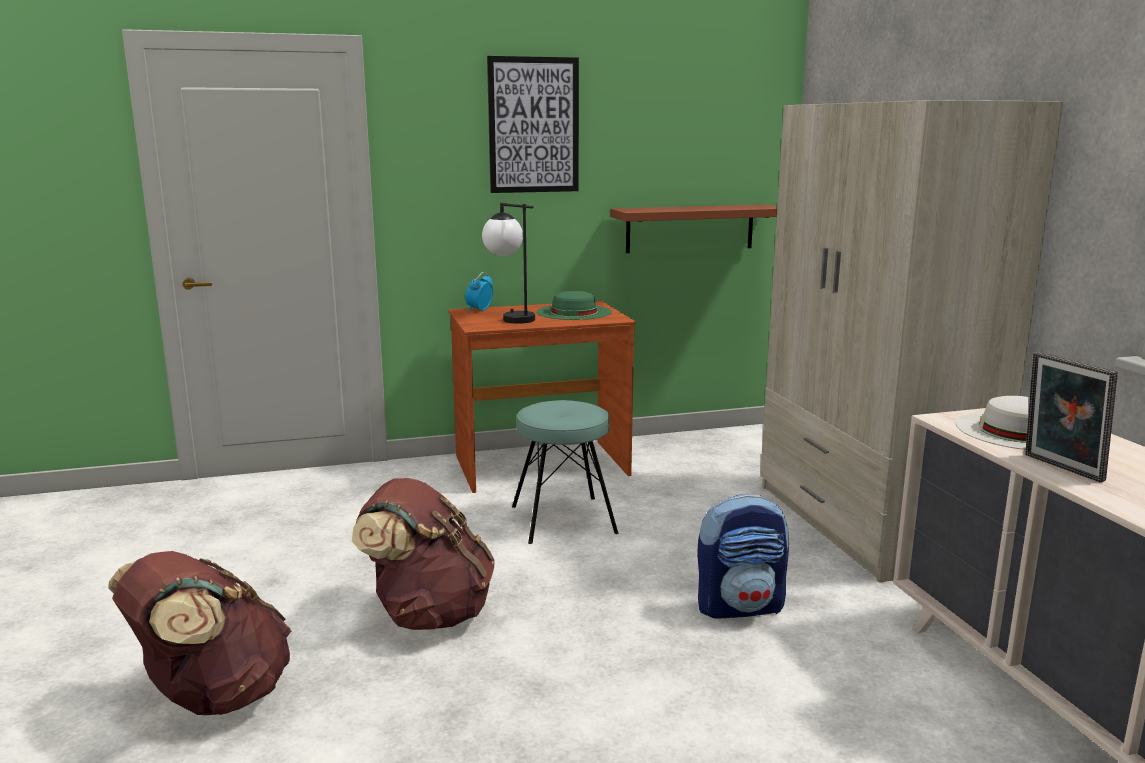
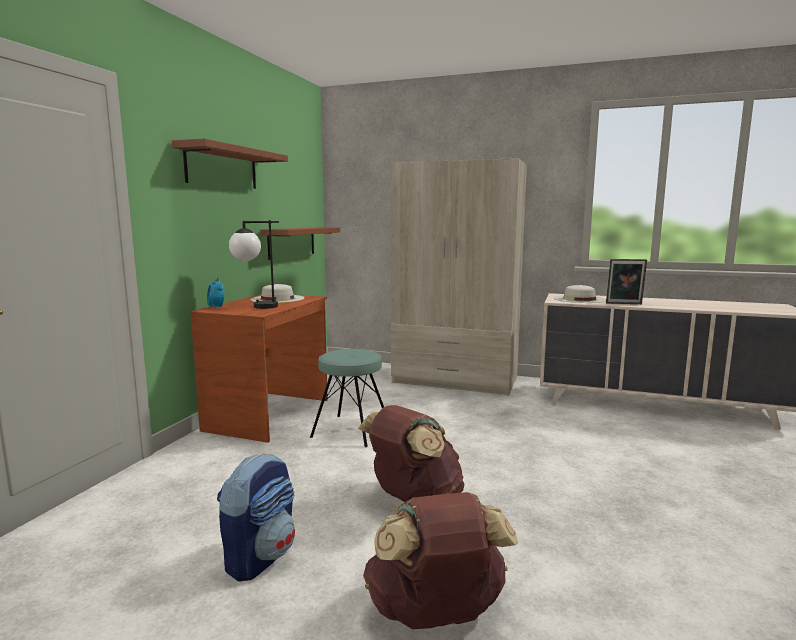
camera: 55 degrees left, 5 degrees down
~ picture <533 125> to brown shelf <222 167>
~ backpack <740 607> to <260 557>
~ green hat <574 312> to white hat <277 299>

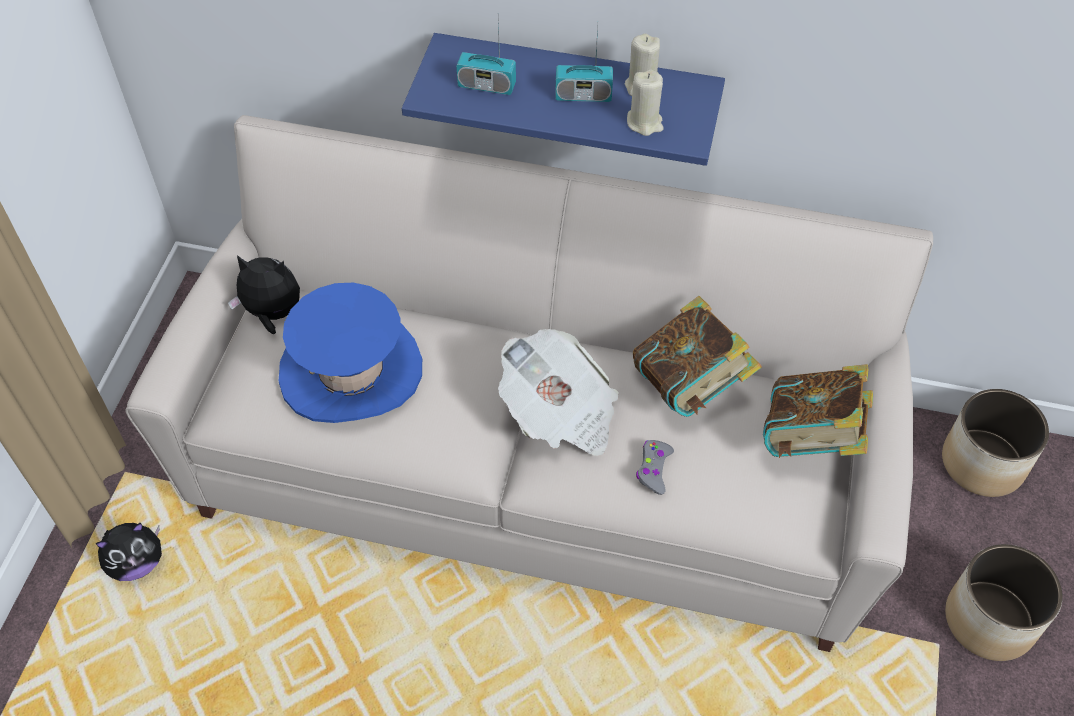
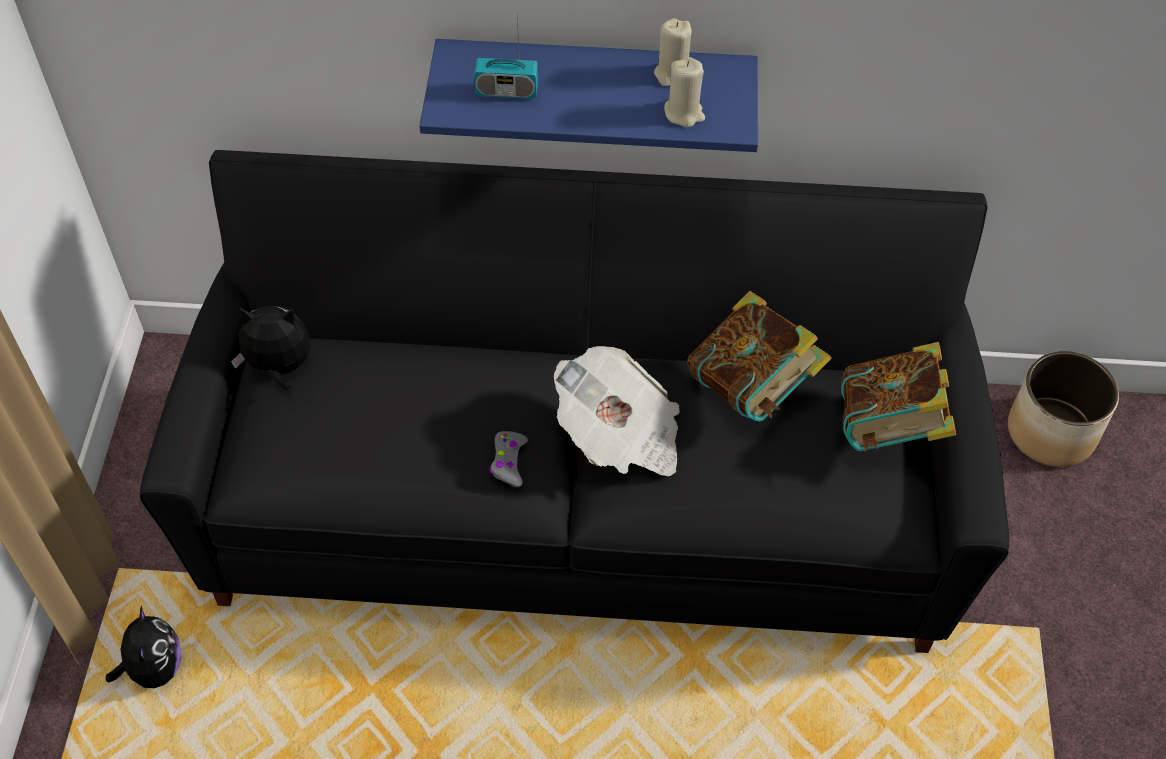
camera: 10 degrees left, 0 degrees up
~ plush toy <137 563> = <154 668> 60 degrees counterclockwise
~ beige sofa <537 464> to black sofa <581 497>
~ grey game controller <653 469> to <508 462>
- blue hat <350 370>
- radio <583 95>
- planter <988 620>

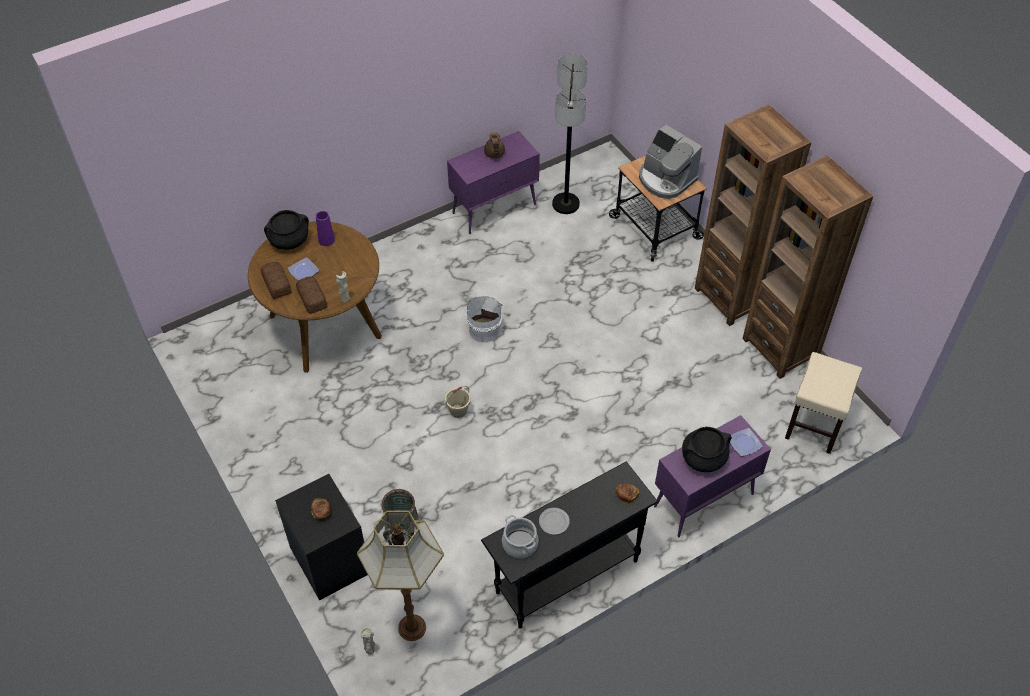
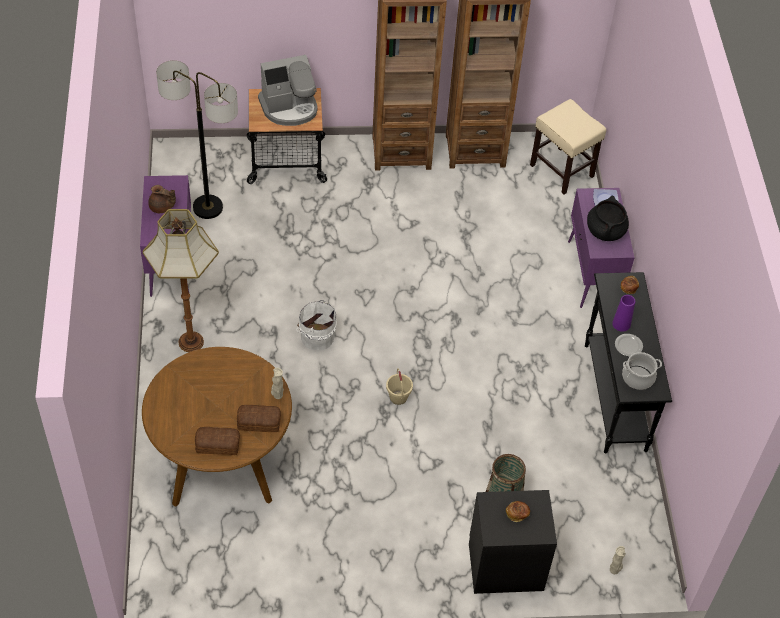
camera: 65 degrees left, 0 degrees up
~ floor lamp <412 629> to <192 342>
~ purple vase <326 240> to <621 324>
- black cooking pot <289 241>
- plate <303 271>

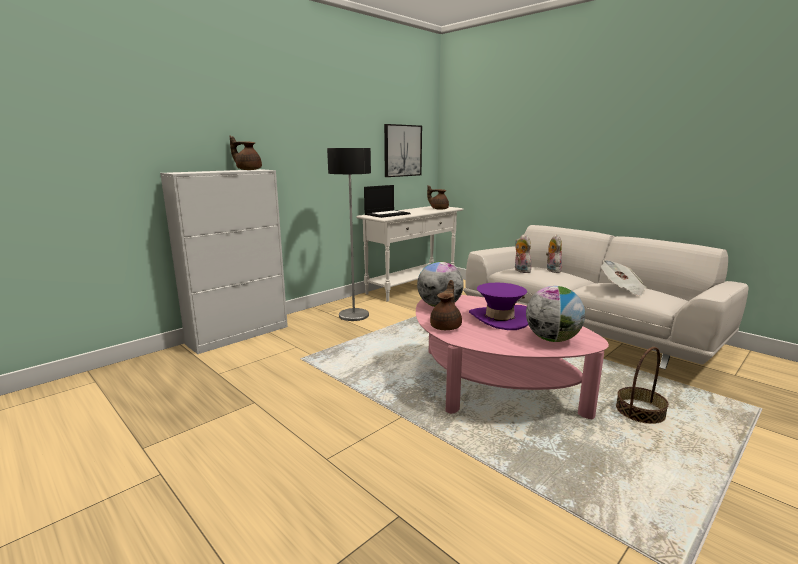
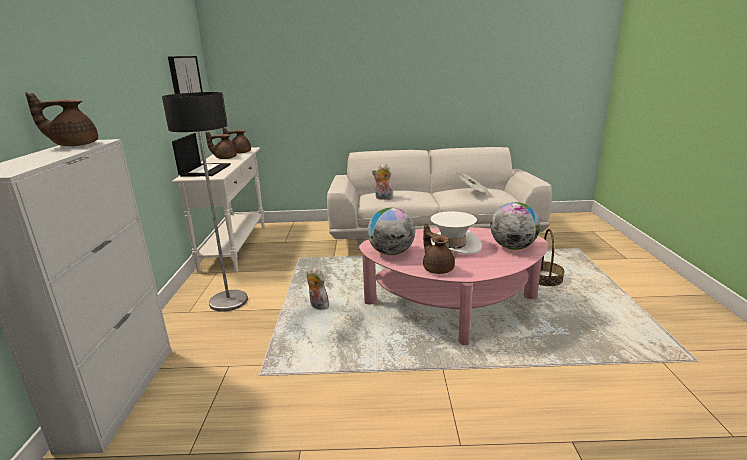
camera: 45 degrees left, 5 degrees up
+ brown teapot <225 158>
~ plush toy <552 270> to <317 306>
~ purple hat <499 318> to white hat <452 245>

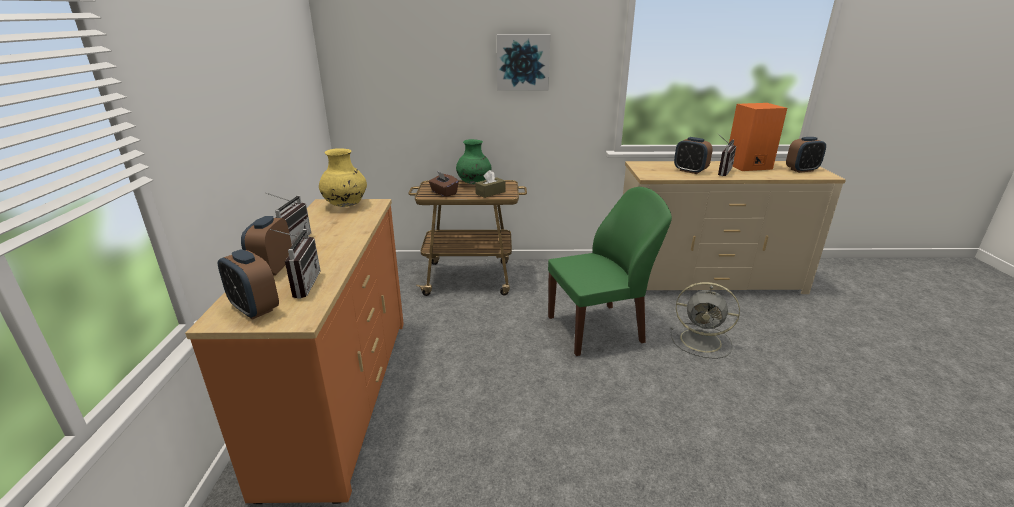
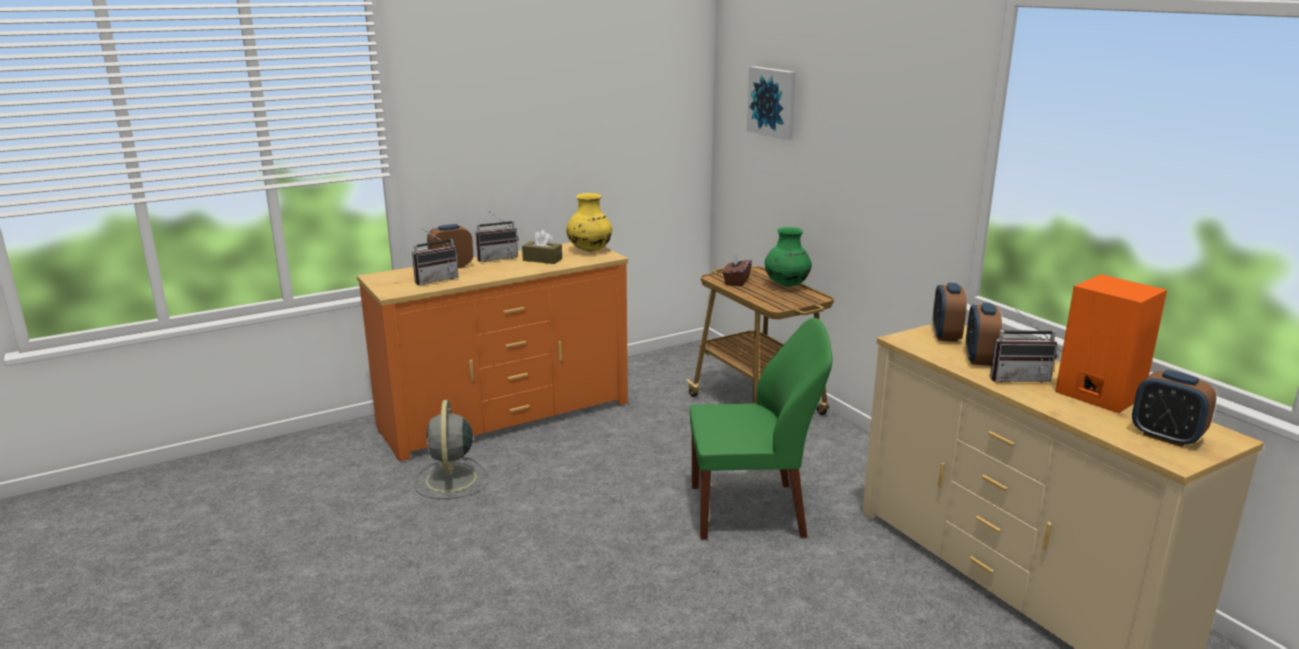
camera: 60 degrees right, 5 degrees down
~ grey fan <702 341> to <451 480>
~ brown tissue box <490 193> to <542 259>
~ green chair <597 329> = <751 511> 45 degrees counterclockwise
~ picture <523 62> to <773 102>
~ alarm clock <254 309> to <945 336>

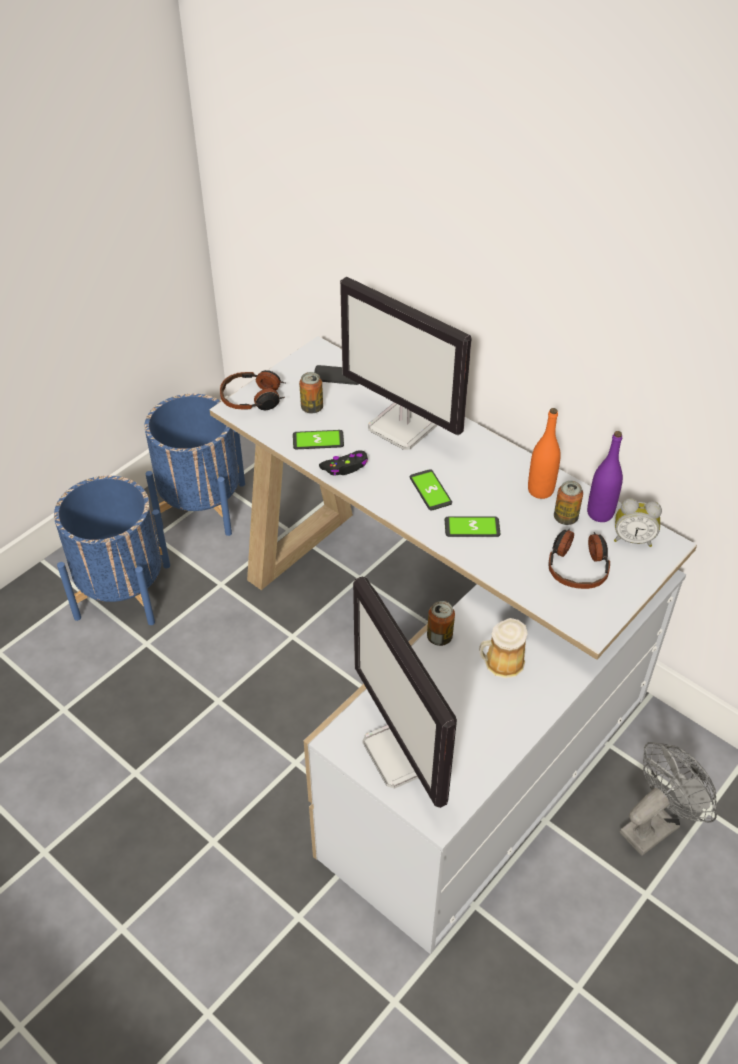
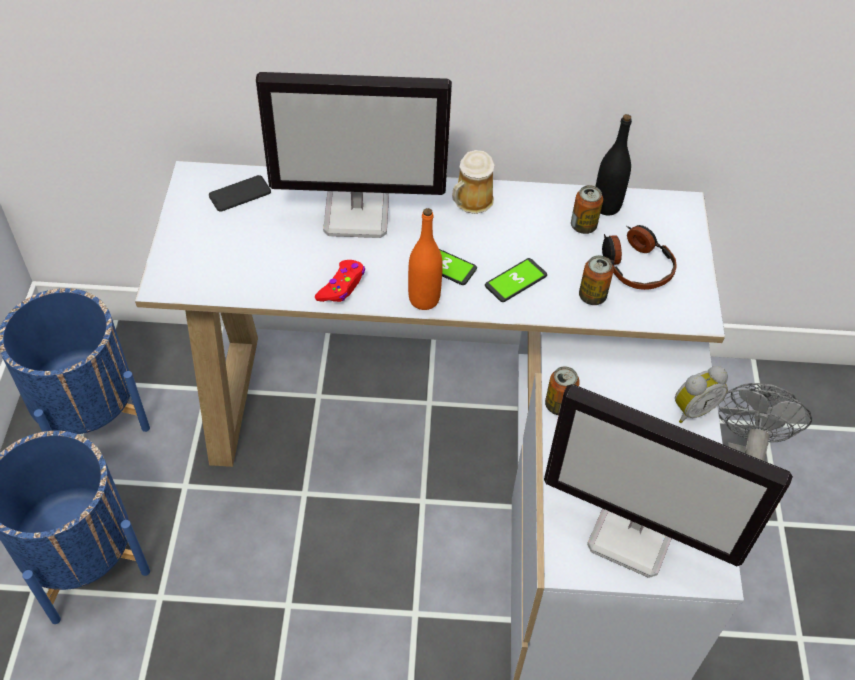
camera: 40 degrees left, 5 degrees up
~ black game controller <345 467> to red game controller <342 286>
~ orange bottle <540 490> to <424 299>
~ mug <501 662> to <471 201>
~ can <312 408> to <592 296>
~ purple bottle <600 513> to black bottle <606 206>
~ alarm clock <632 539> to <692 409>
- headphones <253 398>
- phone <318 440>

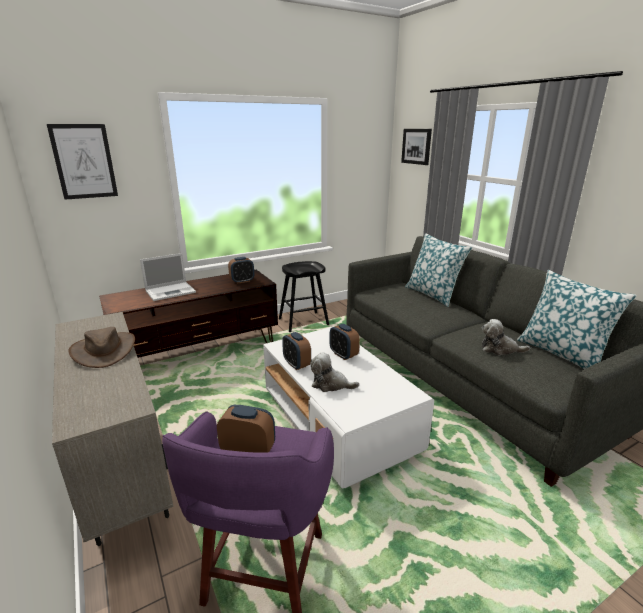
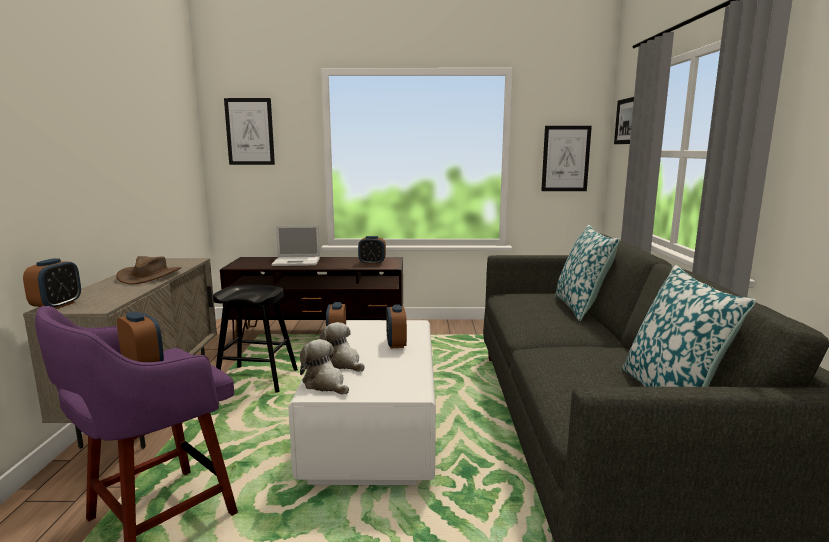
camera: 30 degrees right, 10 degrees down
+ alarm clock <57 306>
~ black stool <303 322> to <257 379>
~ plush toy <500 349> to <325 384>
+ picture <565 158>

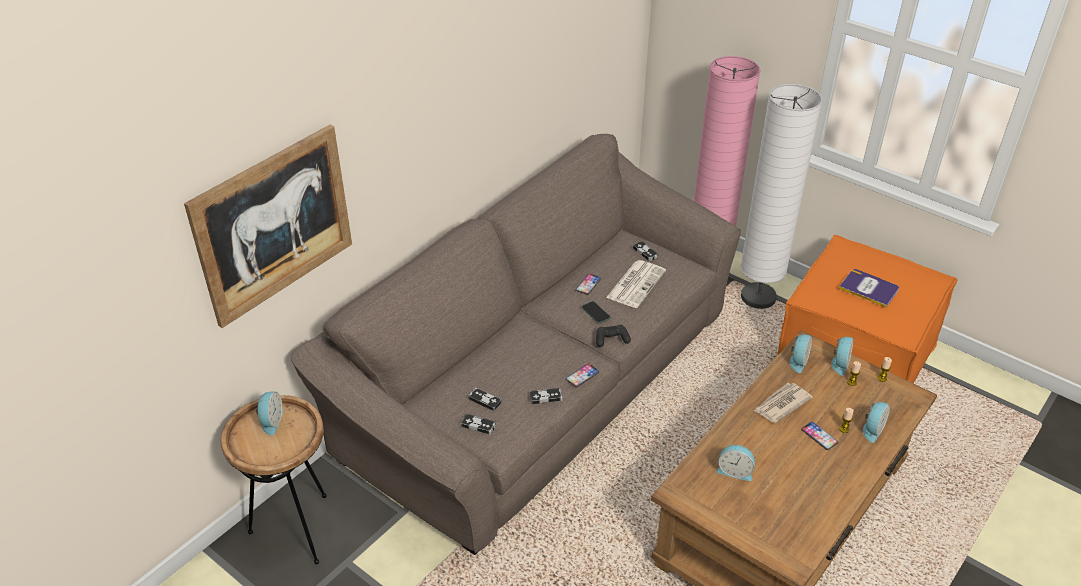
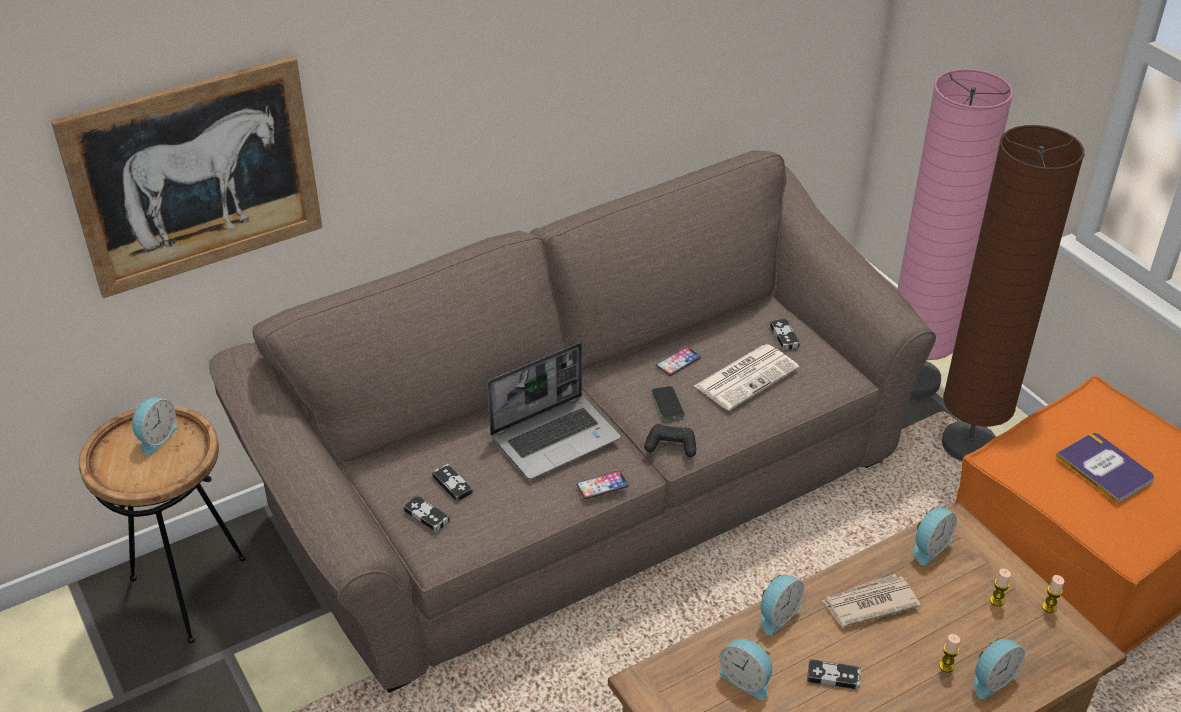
camera: 20 degrees right, 0 degrees up
+ laptop <556 437>
~ alarm clock <839 363> to <777 615>
~ game controller <546 397> to <833 676>
~ white floor lamp <758 298> to brown floor lamp <968 445>
- phone <819 436>

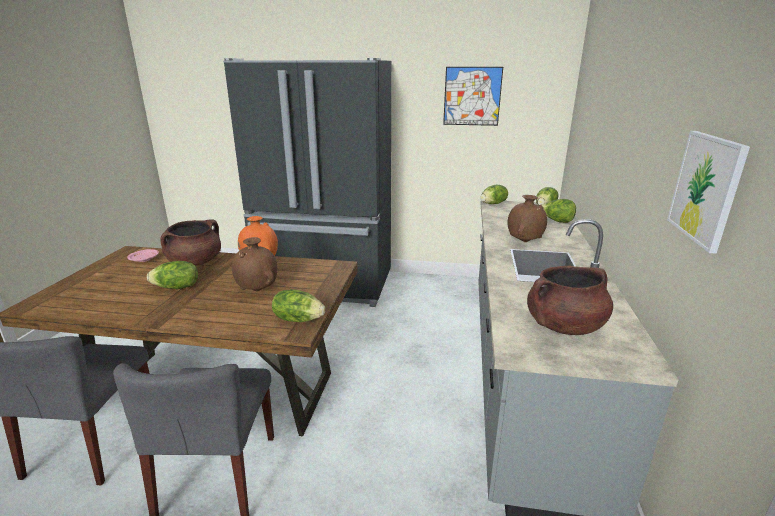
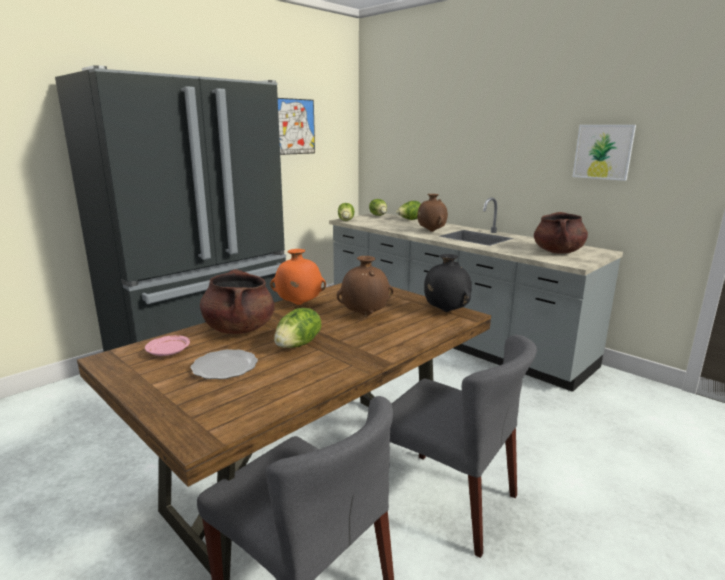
camera: 55 degrees left, 5 degrees down
+ plate <224 367>
~ lettuce <298 319> to black vase <445 311>

